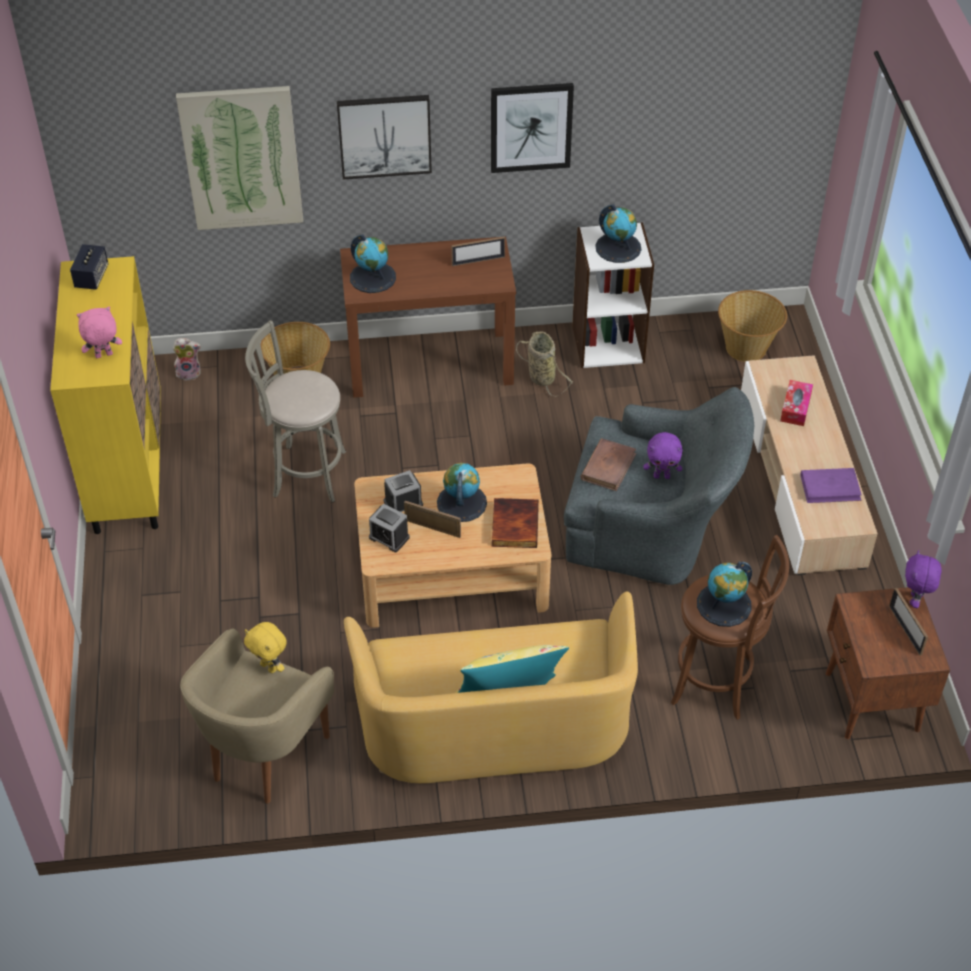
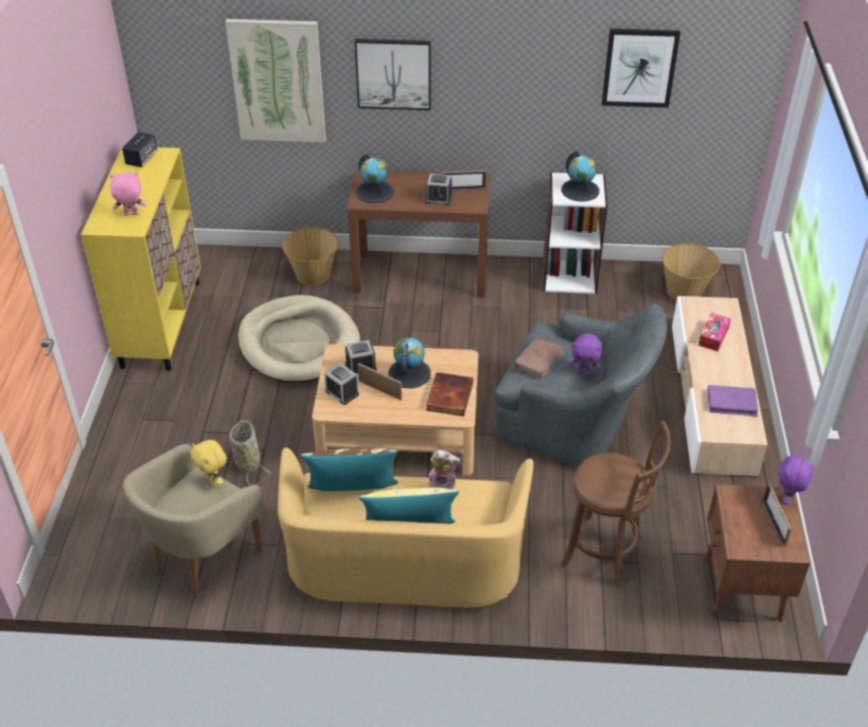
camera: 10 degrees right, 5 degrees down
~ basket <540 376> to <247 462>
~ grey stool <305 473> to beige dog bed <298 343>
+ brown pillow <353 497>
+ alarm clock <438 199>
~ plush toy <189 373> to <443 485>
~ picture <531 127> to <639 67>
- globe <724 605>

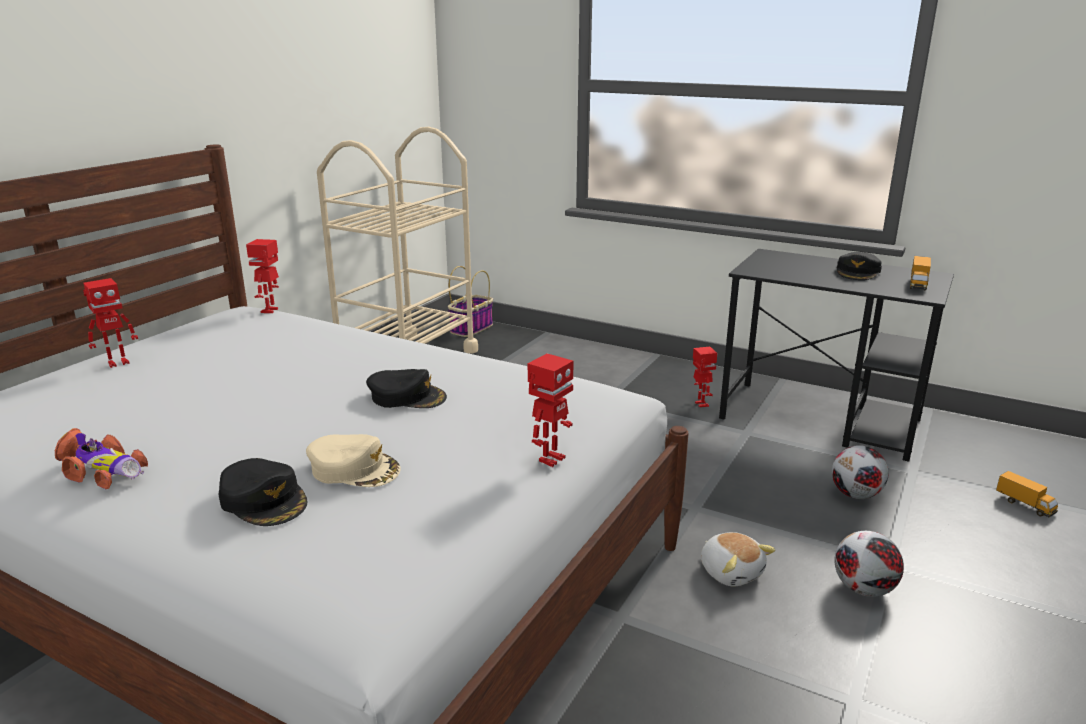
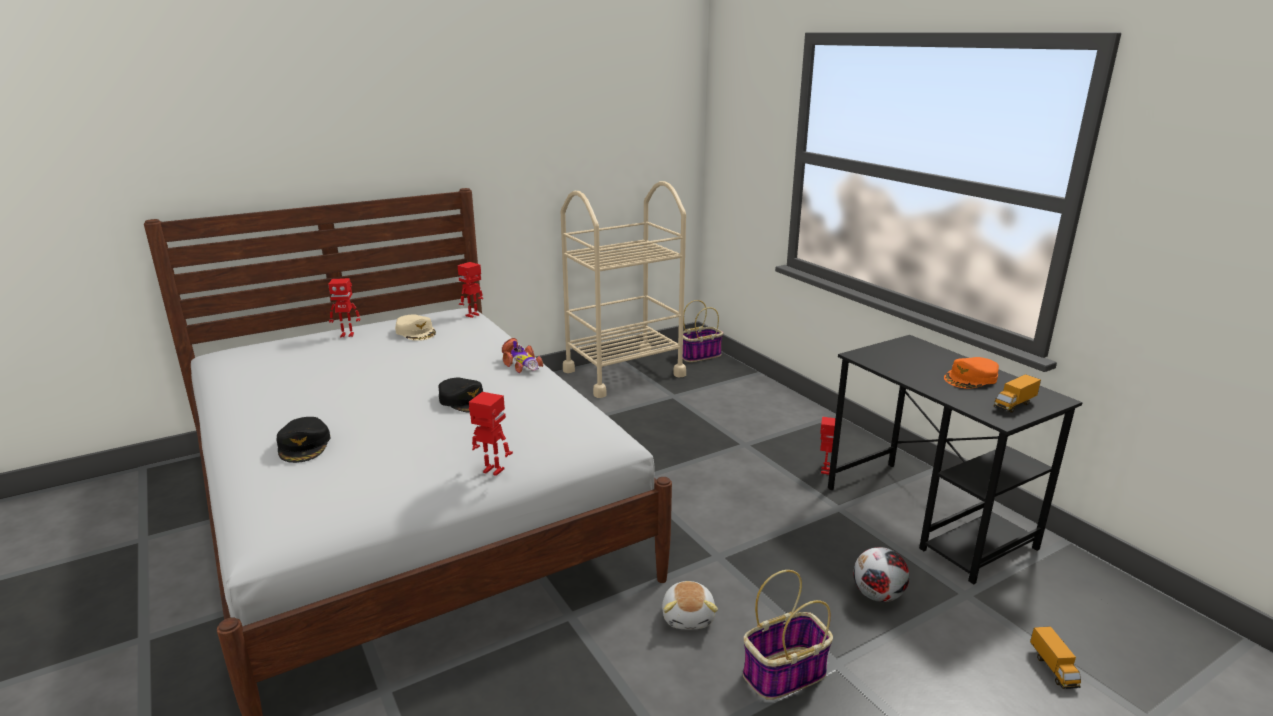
camera: 30 degrees right, 0 degrees up
~ beige cap <354 469> to <416 332>
~ toy robot <550 459> = <492 471> 135 degrees counterclockwise
~ toy car <102 471> to <521 364>
~ football <863 589> to basket <784 674>
~ black cap <858 272> to orange cap <971 378>

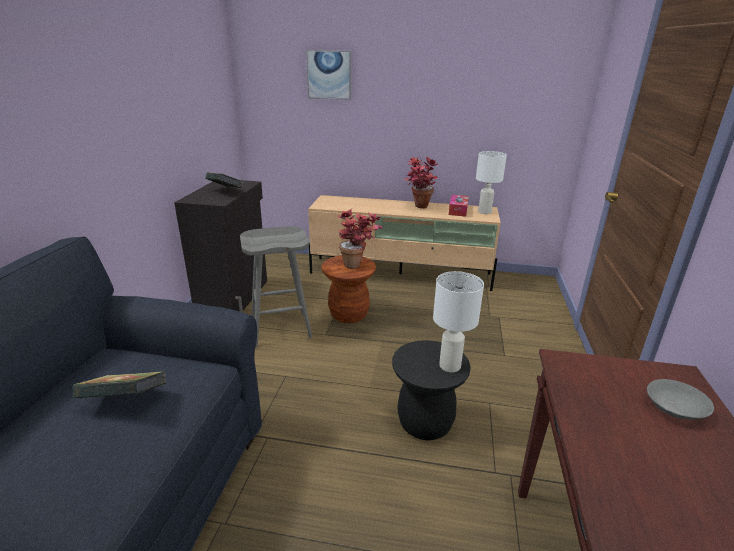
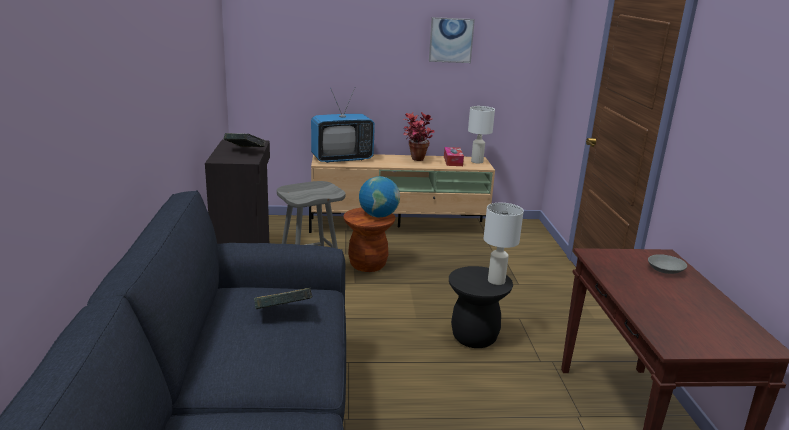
camera: 15 degrees left, 5 degrees down
+ television <342 159>
~ potted plant <358 266> to globe <378 215>
~ picture <329 75> to <451 40>

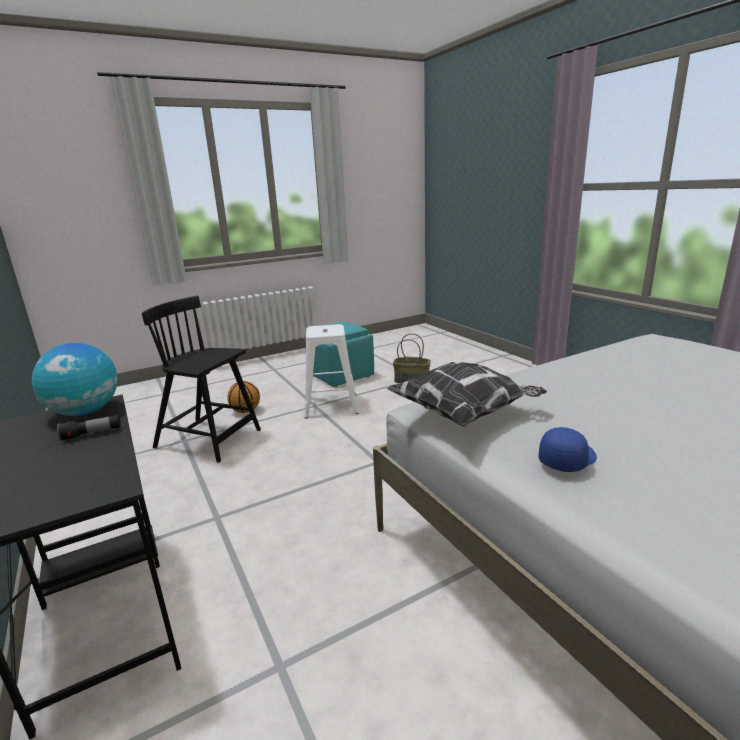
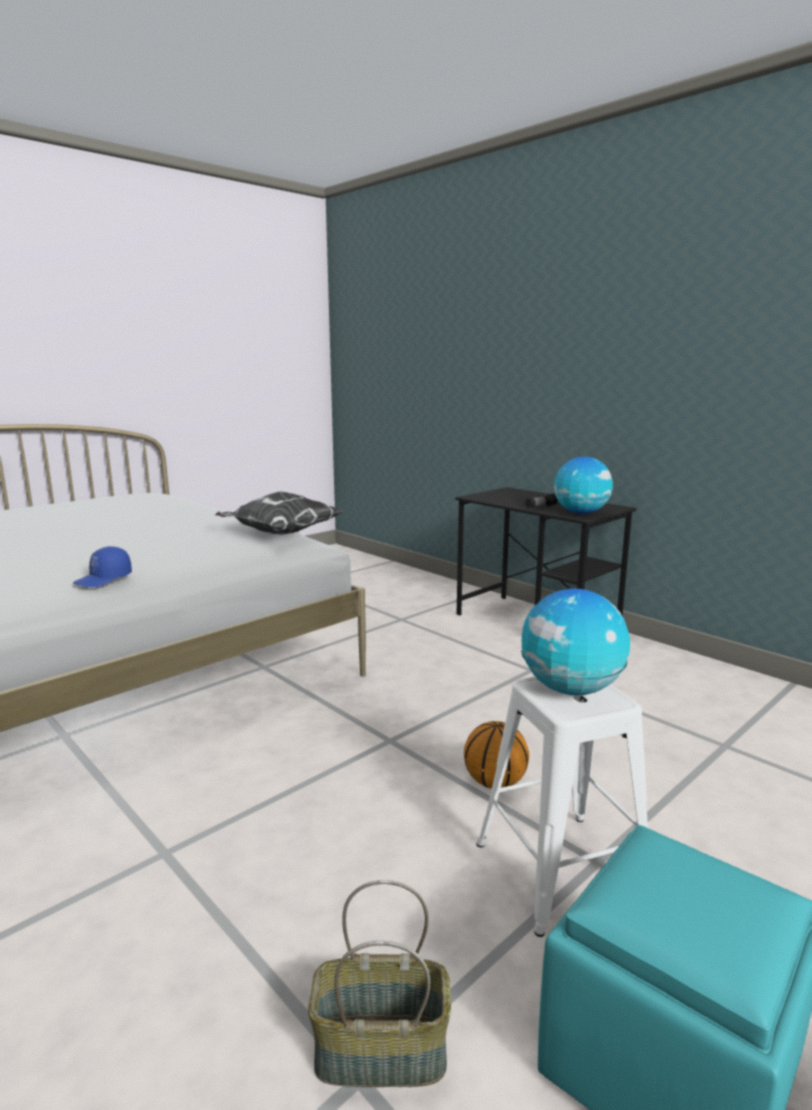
camera: 165 degrees right, 5 degrees down
~ blue cap <566 459> to <104 579>
~ basketball <246 411> to <494 782>
+ globe <571 689>
- black chair <209 439>

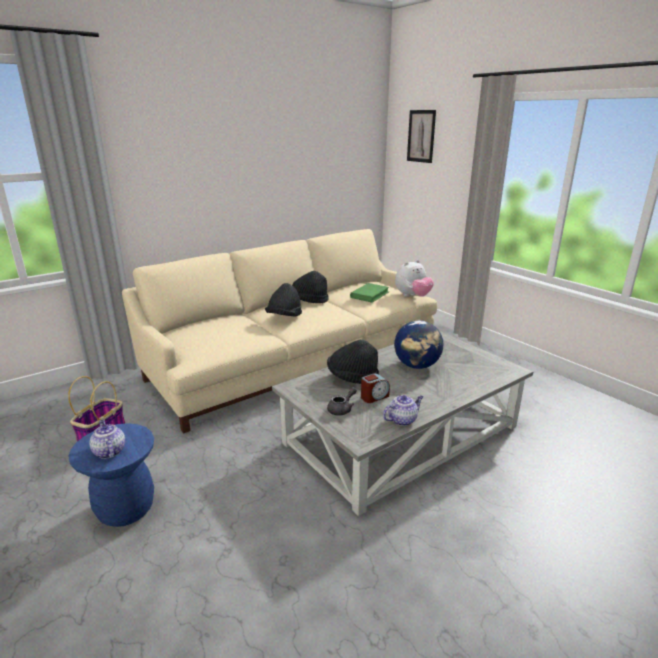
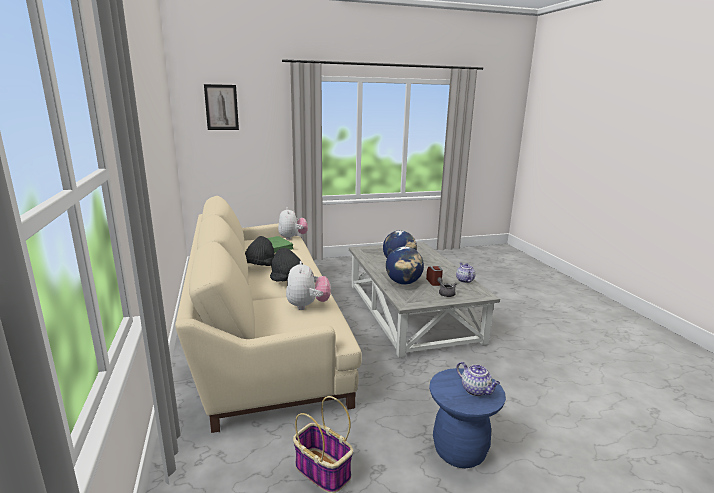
camera: 70 degrees left, 5 degrees down
+ plush toy <307 306>
~ black hat <352 377> to globe <403 283>
~ teapot <109 451> = <476 390> 120 degrees counterclockwise

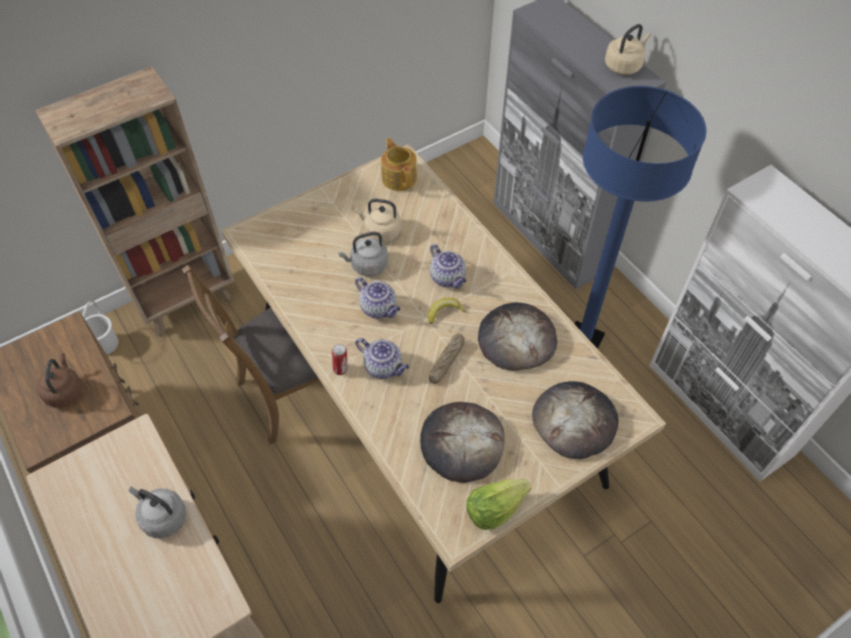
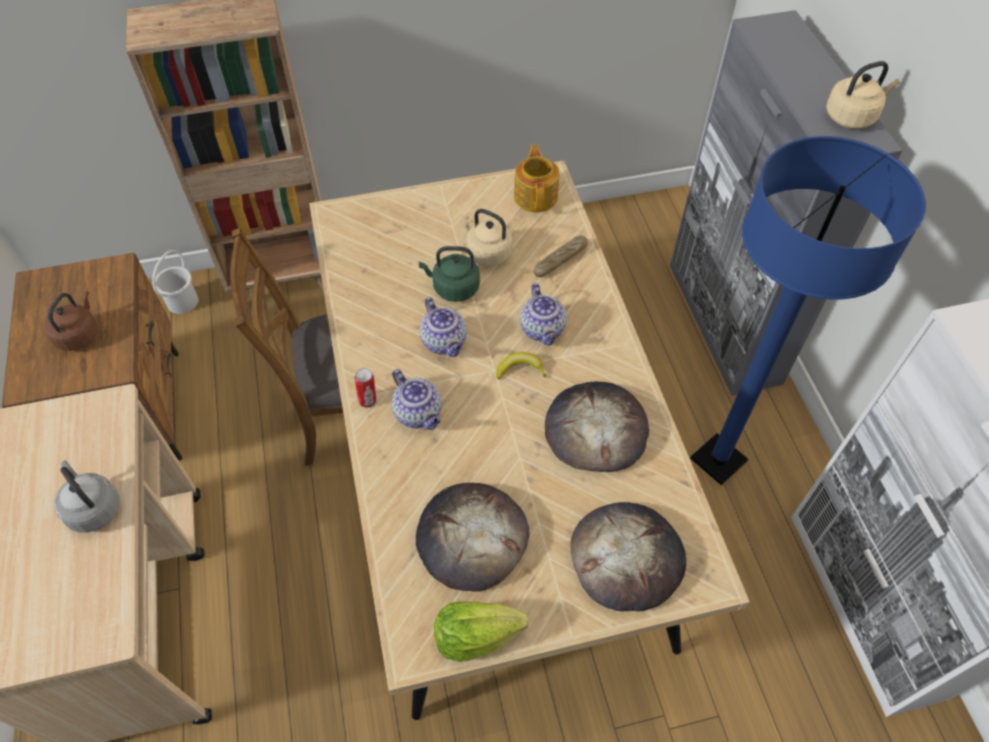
camera: 20 degrees right, 0 degrees up
~ grey kettle <367 265> to green kettle <453 288>
~ bread <447 361> to <560 260>

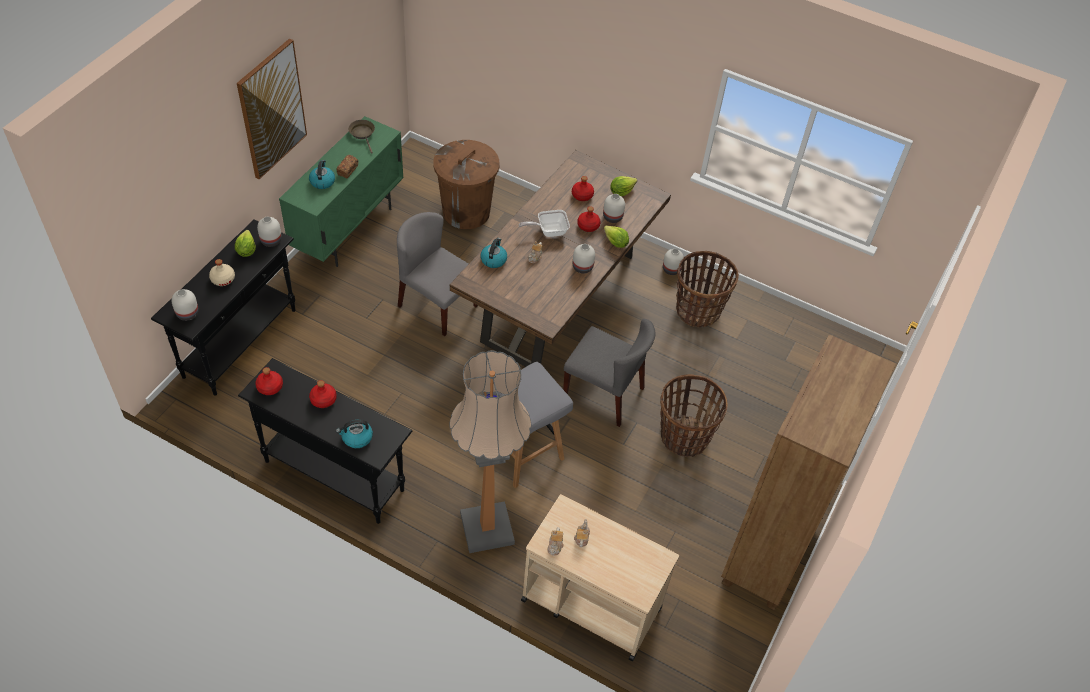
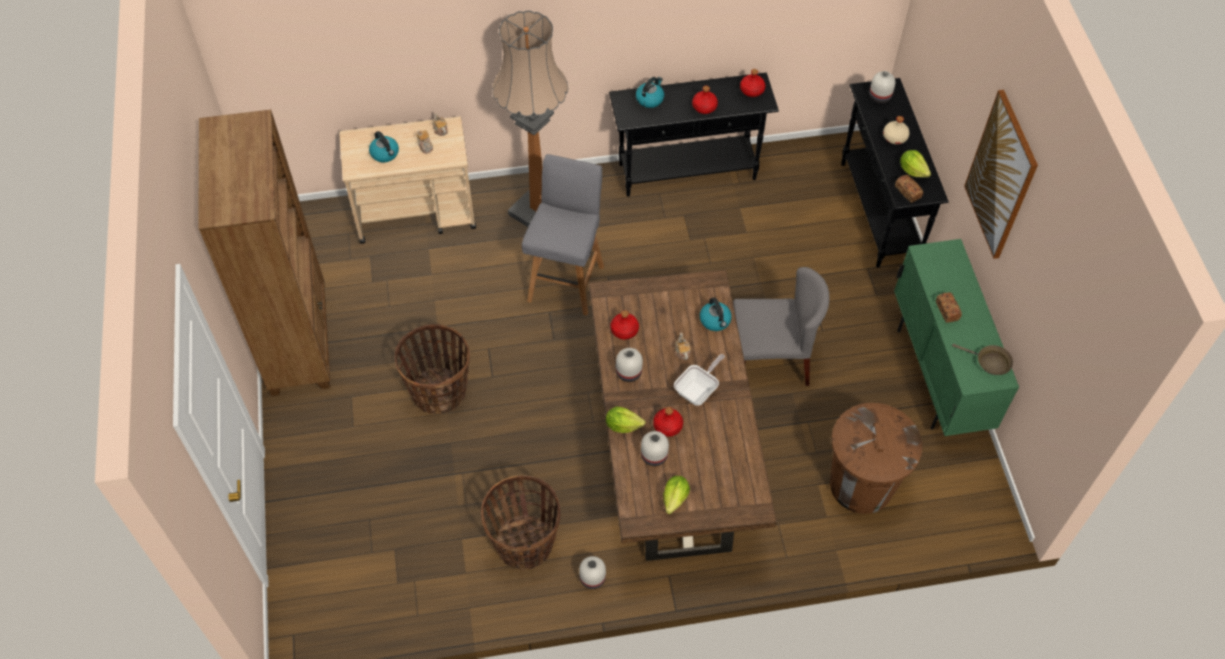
camera: 145 degrees right, 5 degrees up
~ kettle <322 181> to <385 154>
~ red bottle <582 195> to <624 330>
~ white vase <271 240> to bread <908 192>
- grey chair <604 393>

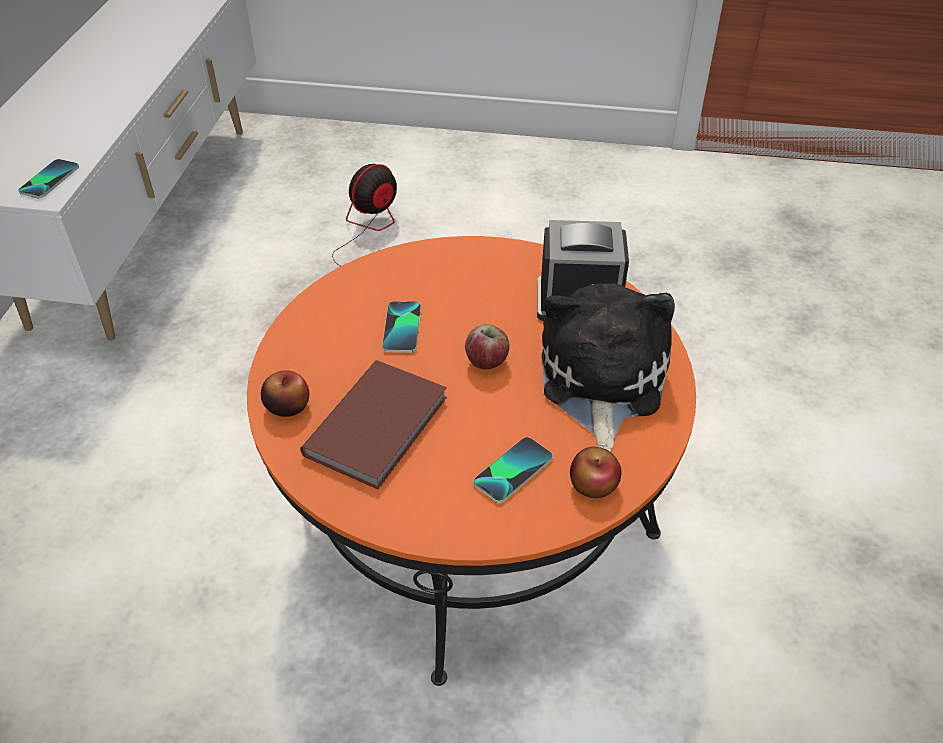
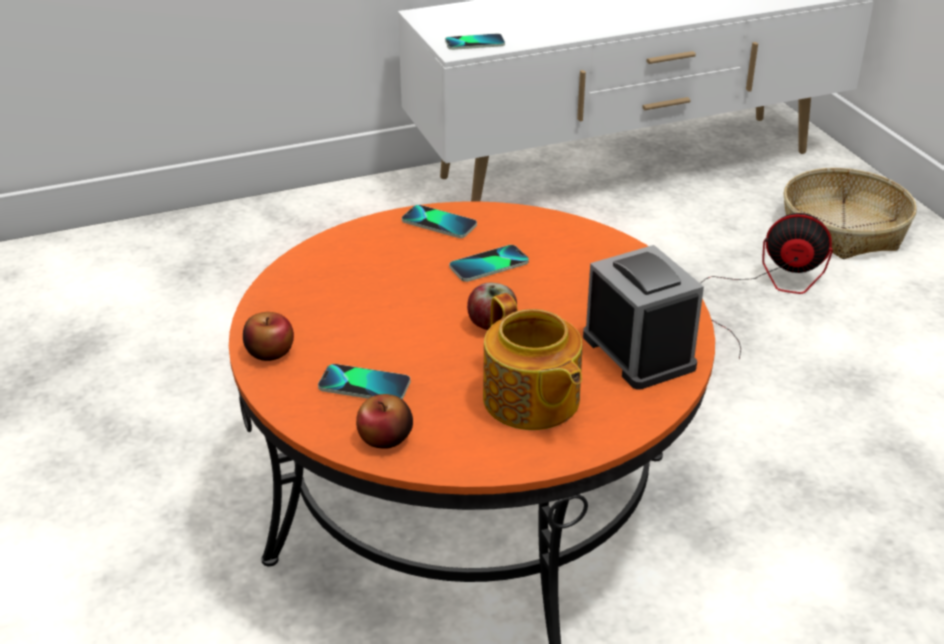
camera: 60 degrees right, 10 degrees down
~ apple <287 406> to <270 352>
+ phone <439 223>
~ plush toy <600 381> to teapot <531 401>
+ basket <844 229>
- brown book <380 426>

